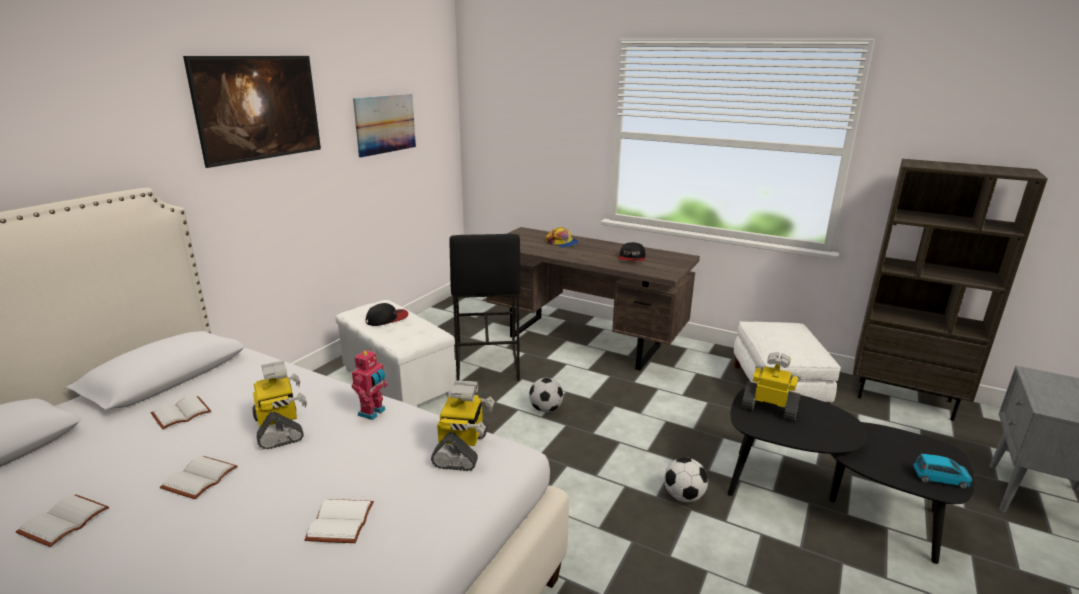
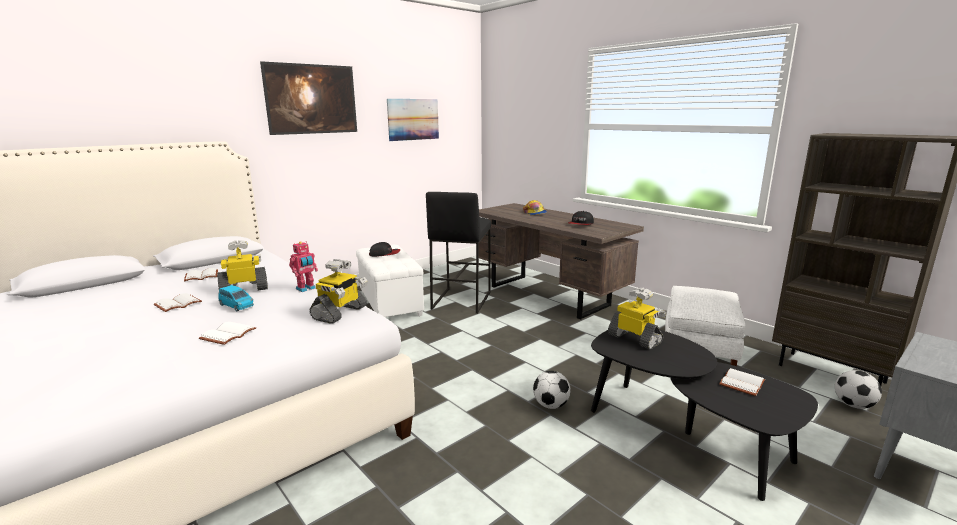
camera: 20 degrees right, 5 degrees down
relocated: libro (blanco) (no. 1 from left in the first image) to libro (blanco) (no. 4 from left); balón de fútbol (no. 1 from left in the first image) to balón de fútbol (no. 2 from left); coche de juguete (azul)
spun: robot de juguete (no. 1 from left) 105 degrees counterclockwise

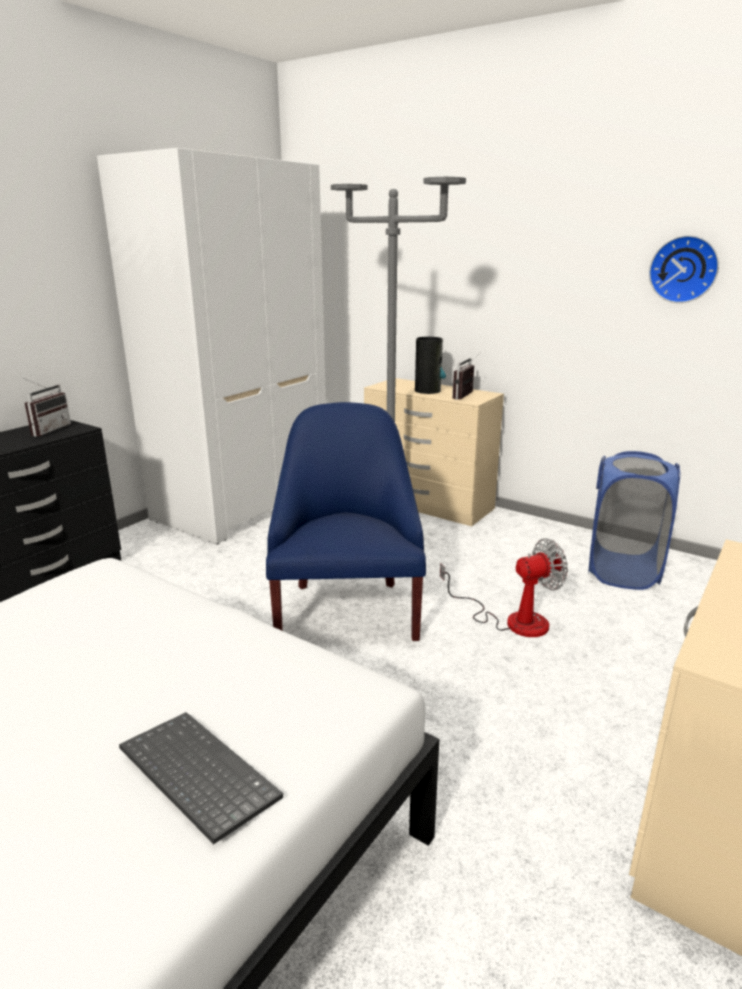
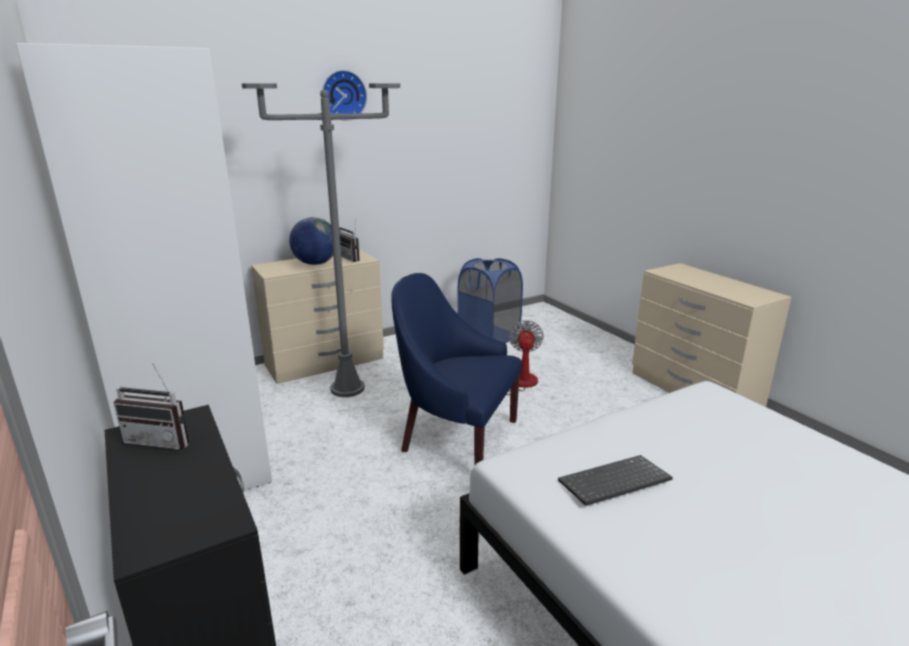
camera: 65 degrees left, 0 degrees up
relocated: teclado; reloj de pared
exchanged: florero to globo terráqueo
spun: radio (no. 1 from left) 150 degrees clockwise

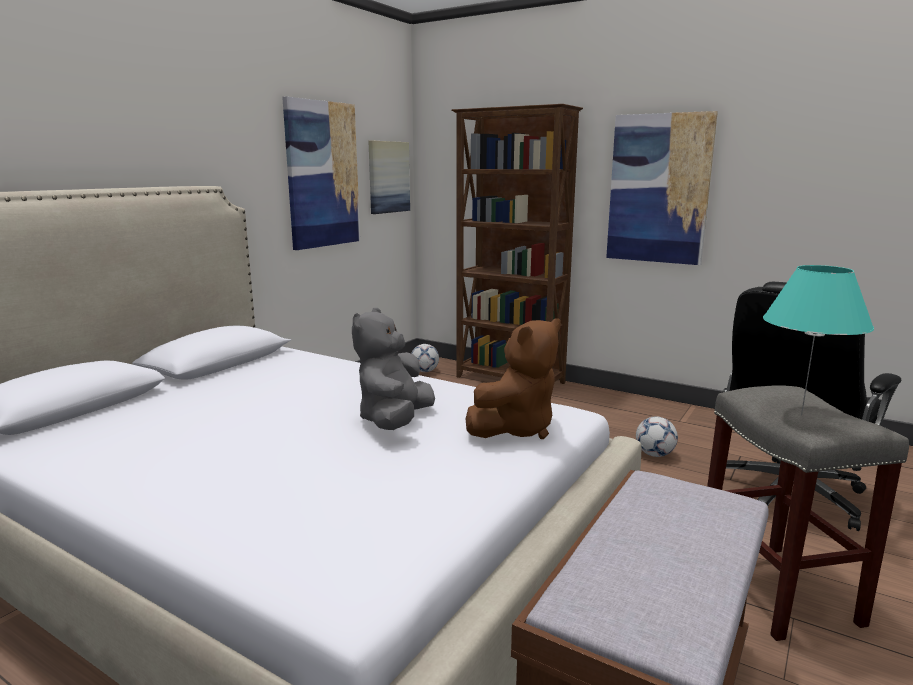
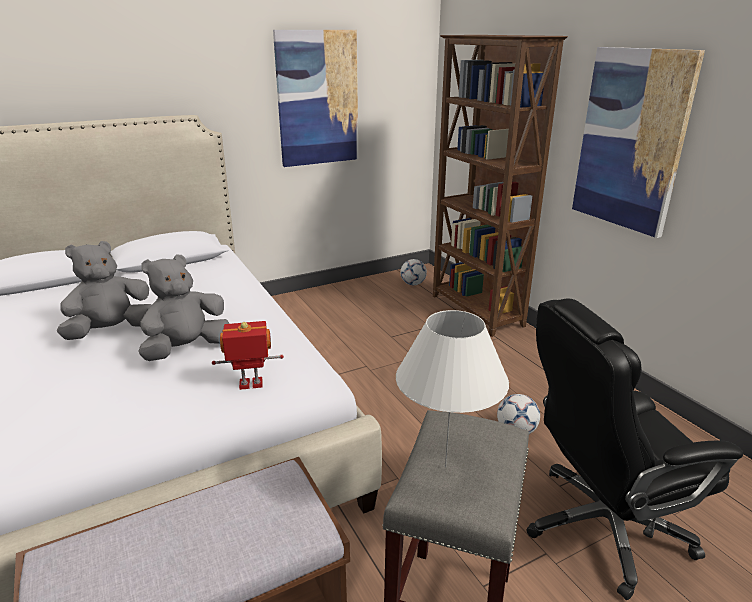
camera: 30 degrees right, 10 degrees up
missing: cuadro (no. 2 from left)
appeared: peluche (gris) (no. 1 from left)
exchanged: peluche (marrón) to robot de juguete
colour: lámpara de mesa (turquesa) to lámpara de mesa (blanco)

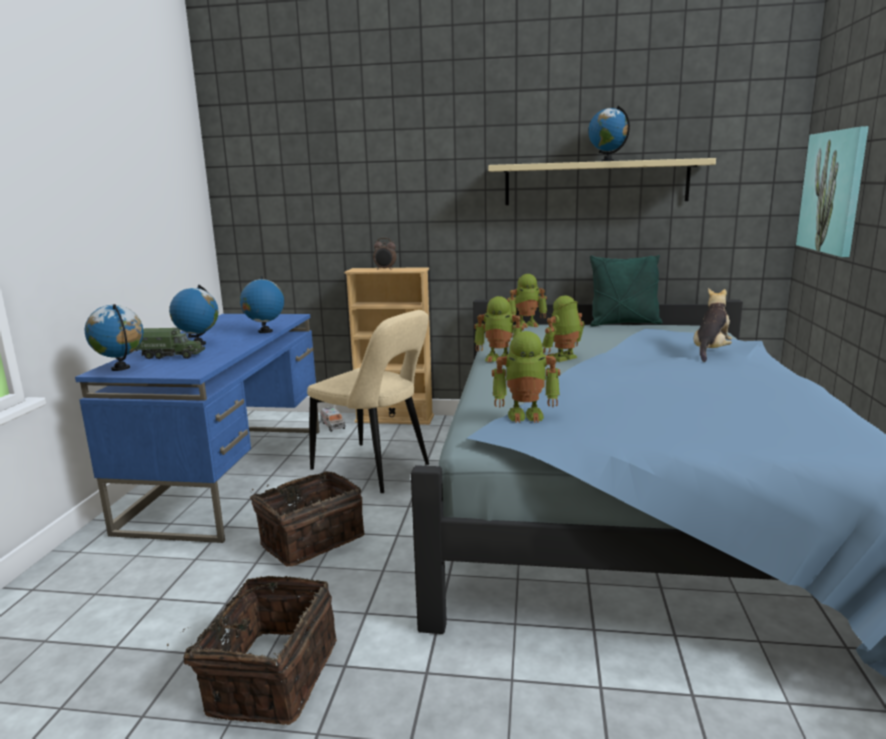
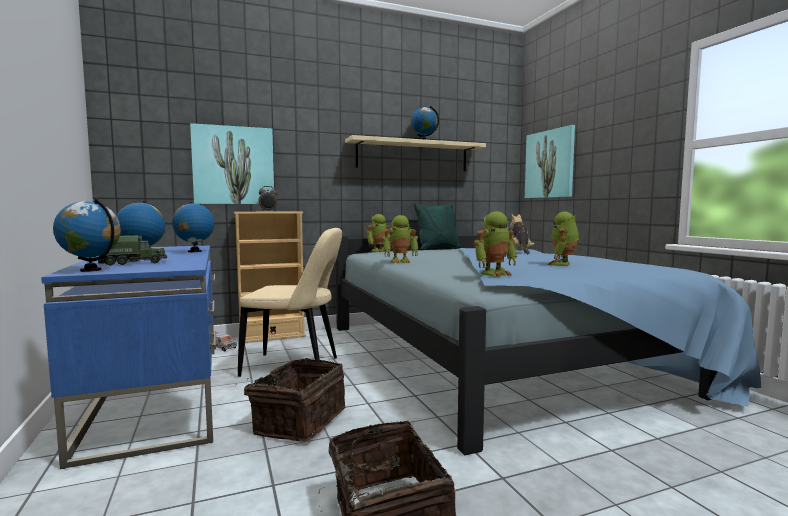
camera: 30 degrees left, 10 degrees down
appeared: cuadro (no. 1 from left)
relocated: robot de juguete (no. 4 from left)

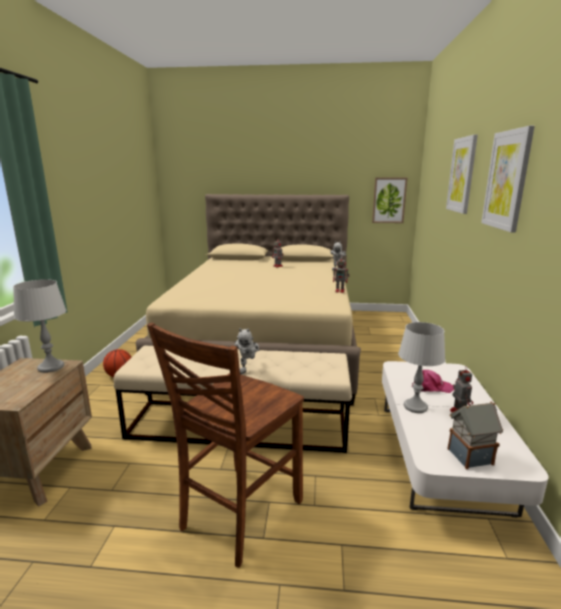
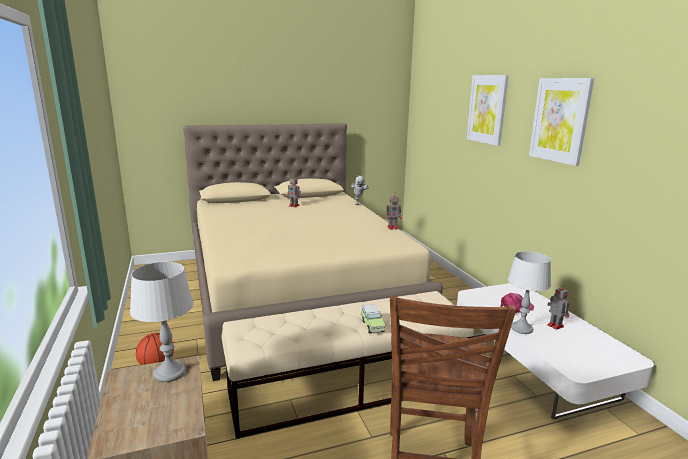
camera: 25 degrees left, 0 degrees up
missing: cuadro (no. 1 from left); casita
exchanged: robot de juguete (no. 1 from left) to coche de juguete

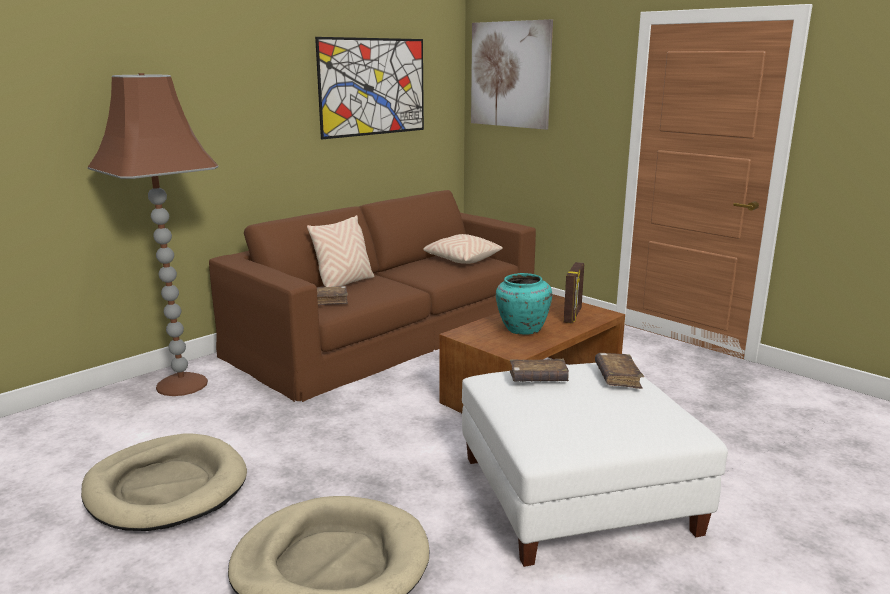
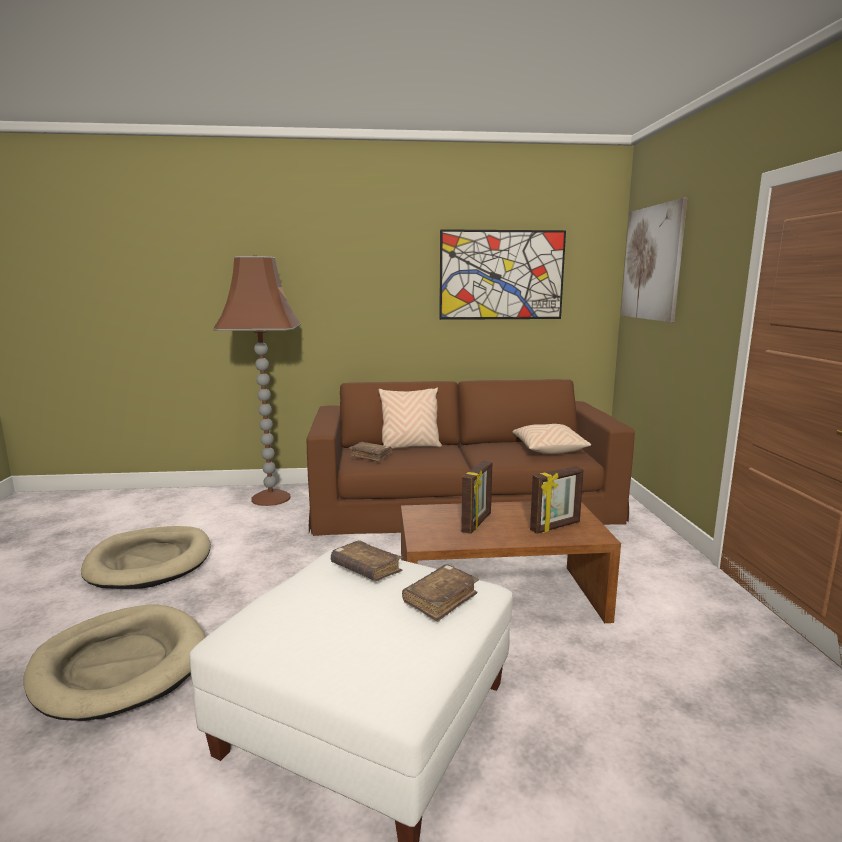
camera: 40 degrees right, 5 degrees down
exchanged: florero (turquesa) to portarretratos (no. 1 from left)

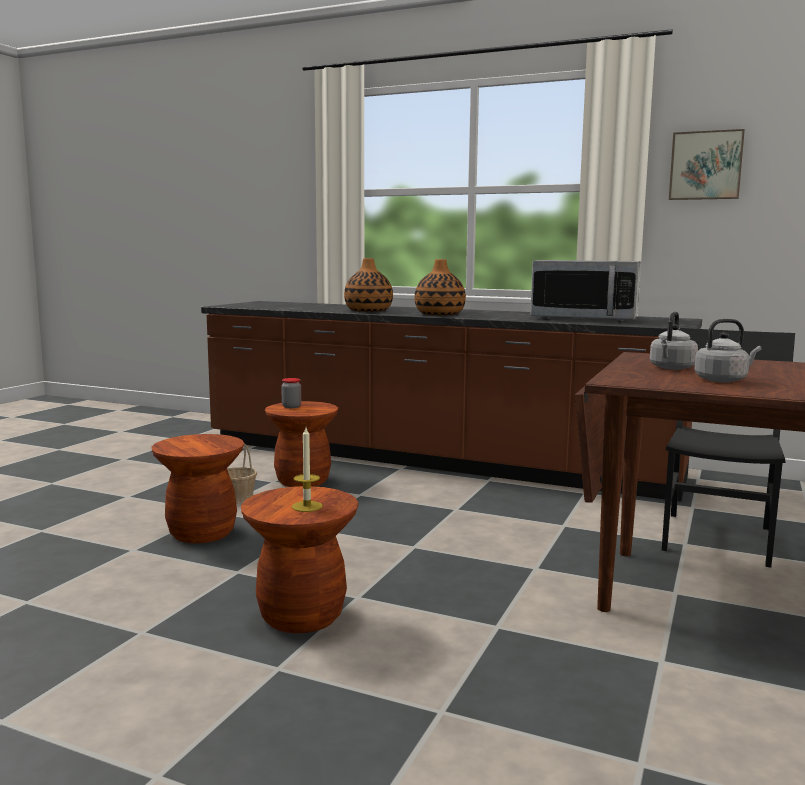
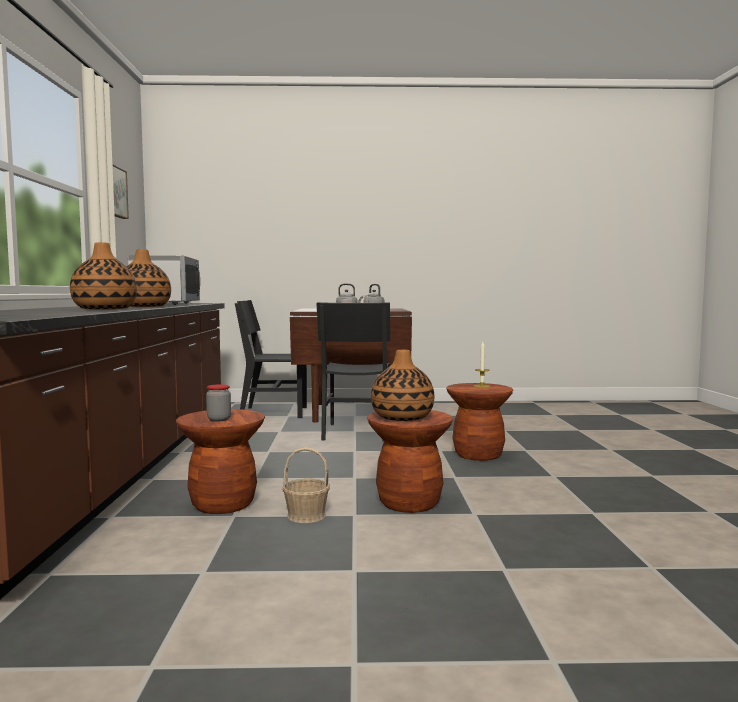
camera: 115 degrees left, 5 degrees down
appeared: silla (negro) (no. 2 from left); florero (no. 3 from left)

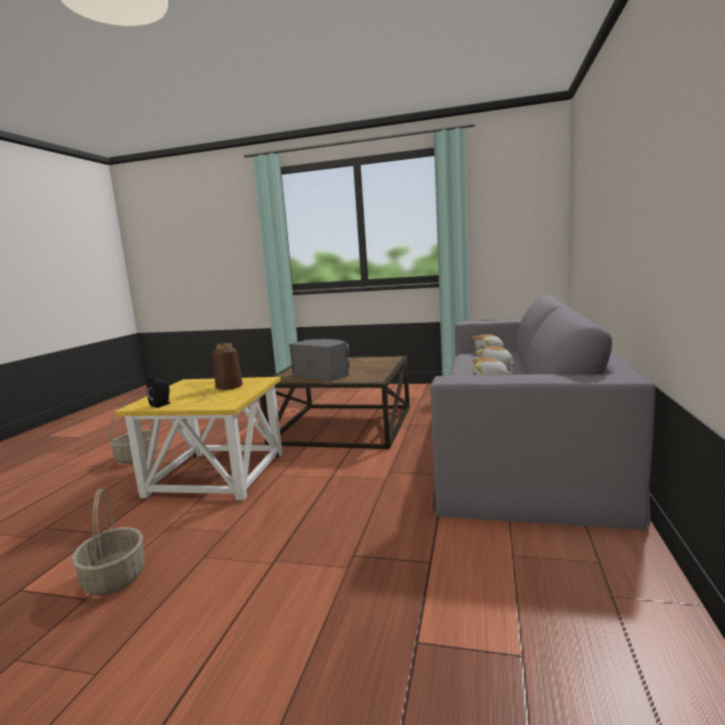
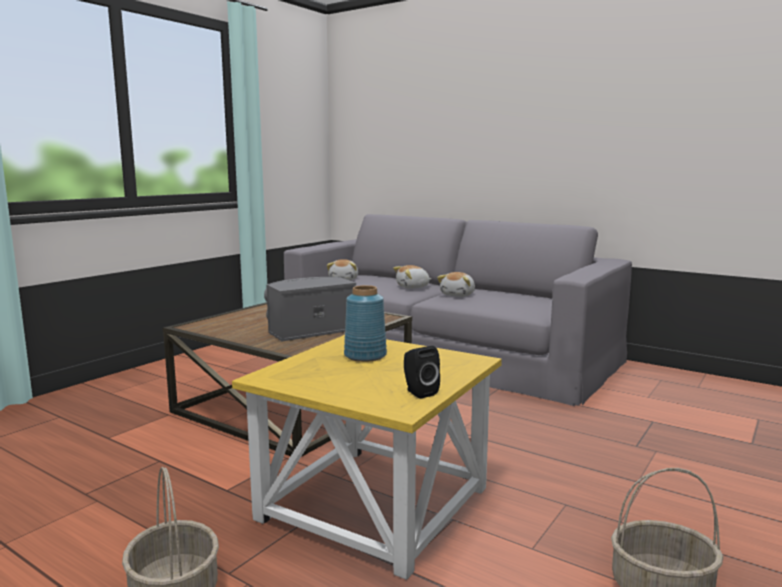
camera: 70 degrees left, 0 degrees up
colour: florero (marrón) to florero (azul)

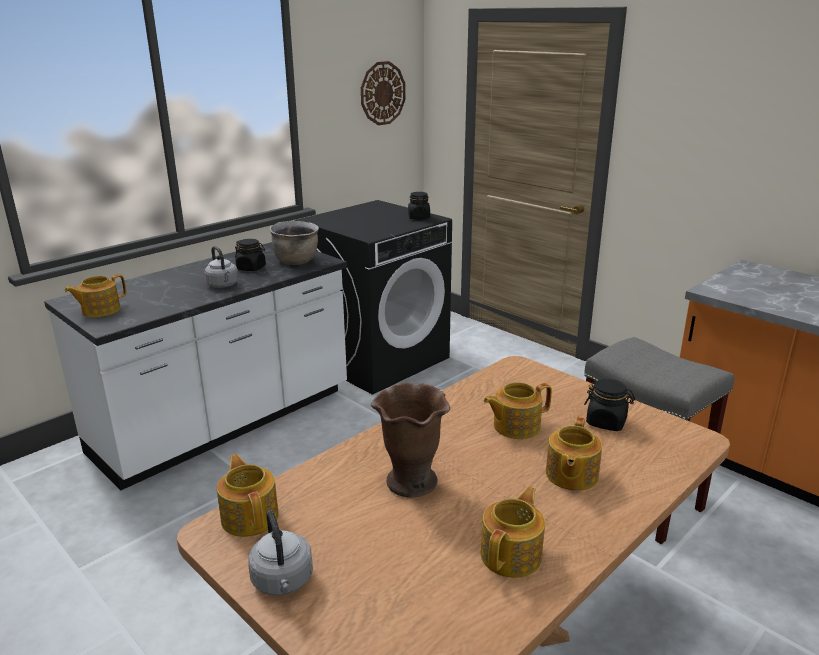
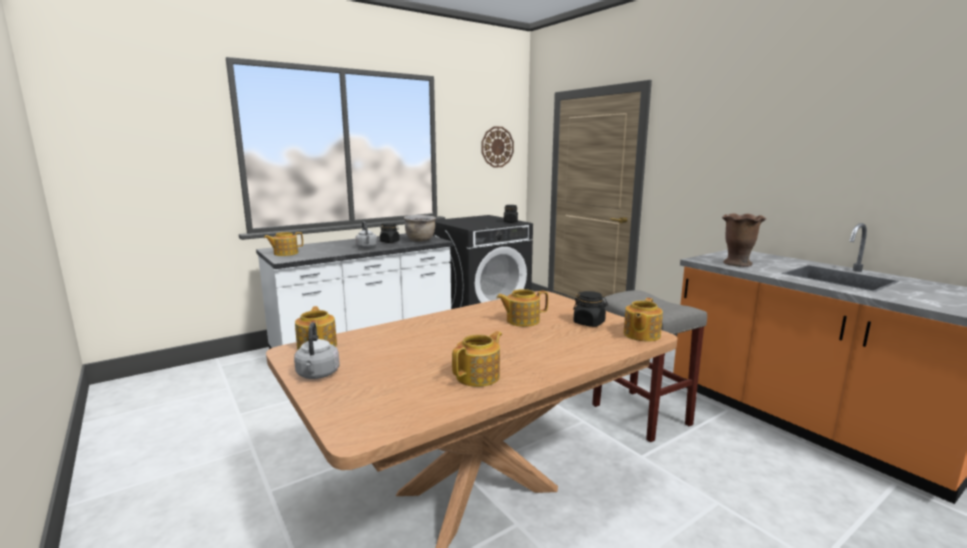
camera: 10 degrees right, 10 degrees down
relocated: florero (marrón); tetera (no. 5 from left)

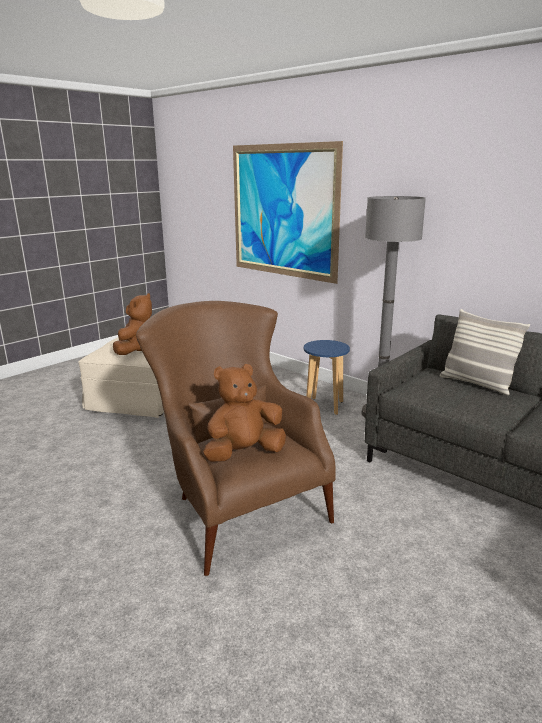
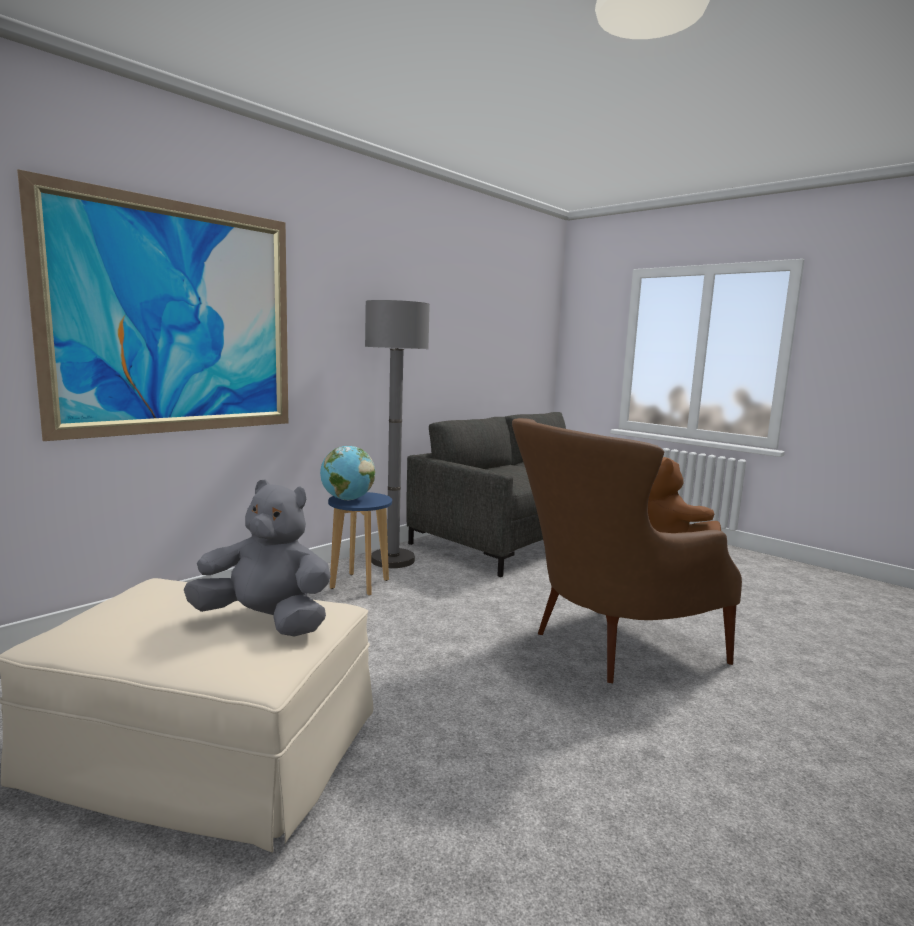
camera: 90 degrees left, 10 degrees down
missing: cojín
appeared: globo terráqueo
colour: peluche (marrón) (no. 1 from left) to peluche (gris)

